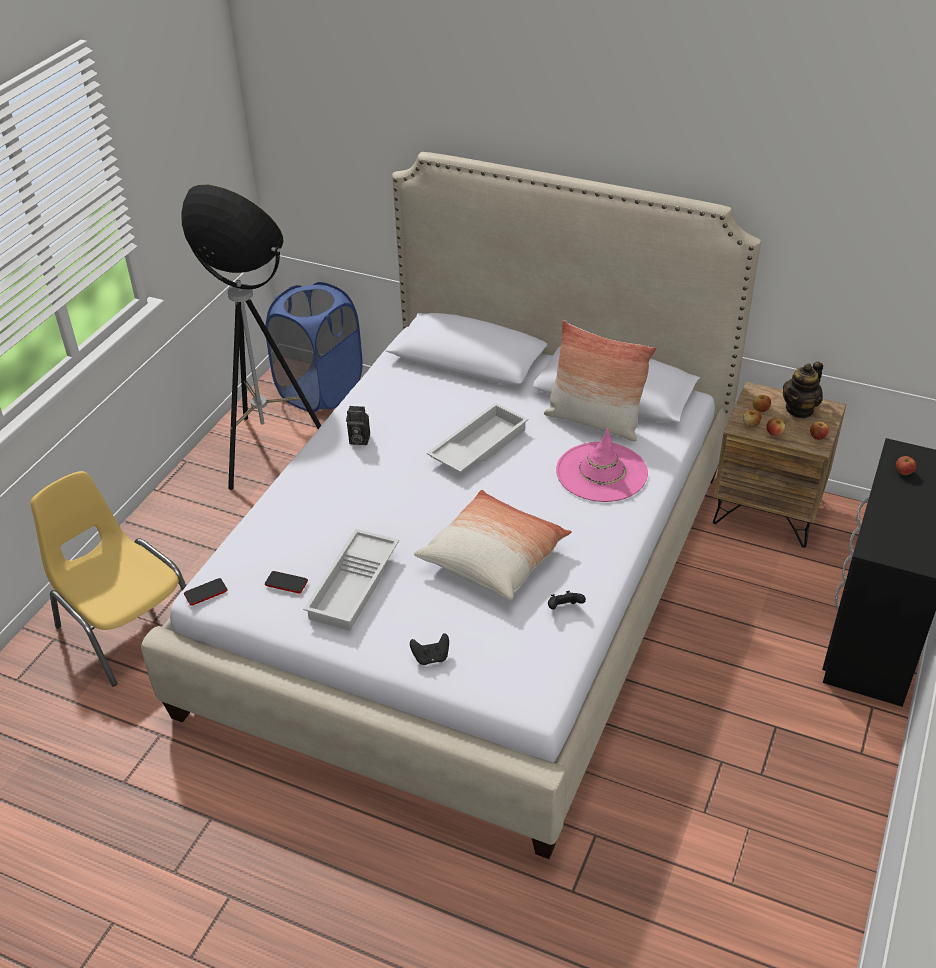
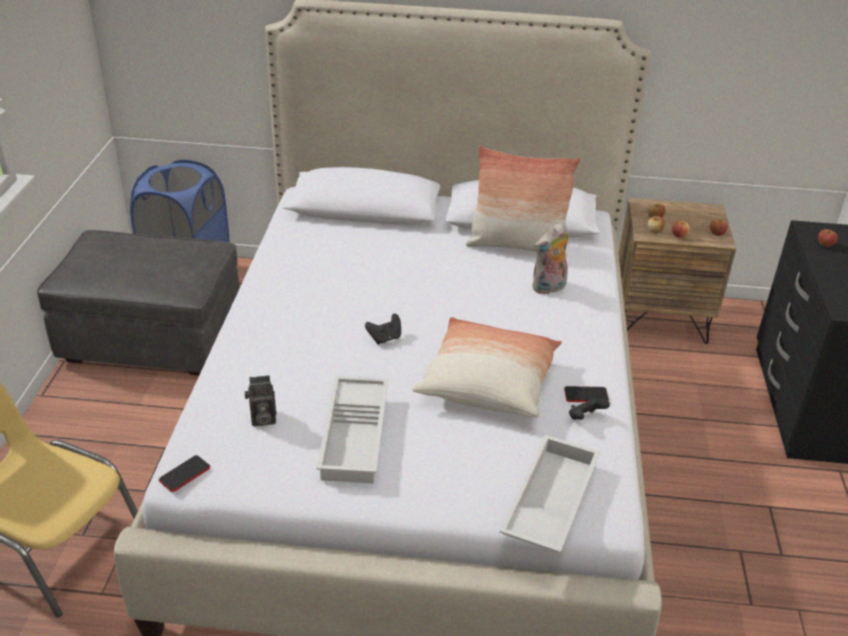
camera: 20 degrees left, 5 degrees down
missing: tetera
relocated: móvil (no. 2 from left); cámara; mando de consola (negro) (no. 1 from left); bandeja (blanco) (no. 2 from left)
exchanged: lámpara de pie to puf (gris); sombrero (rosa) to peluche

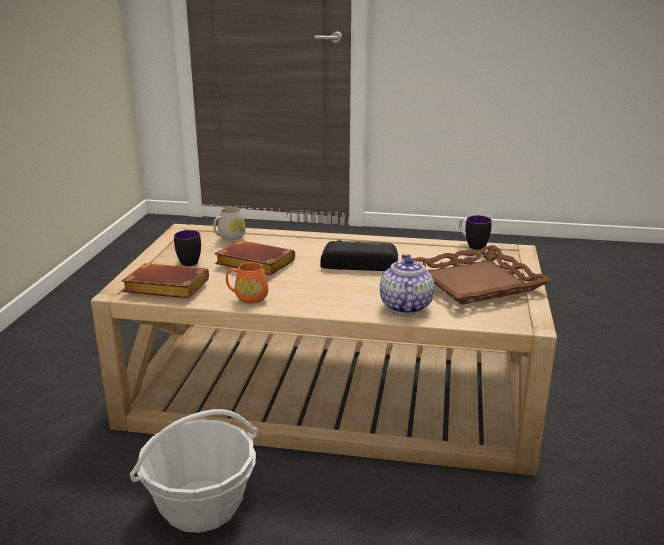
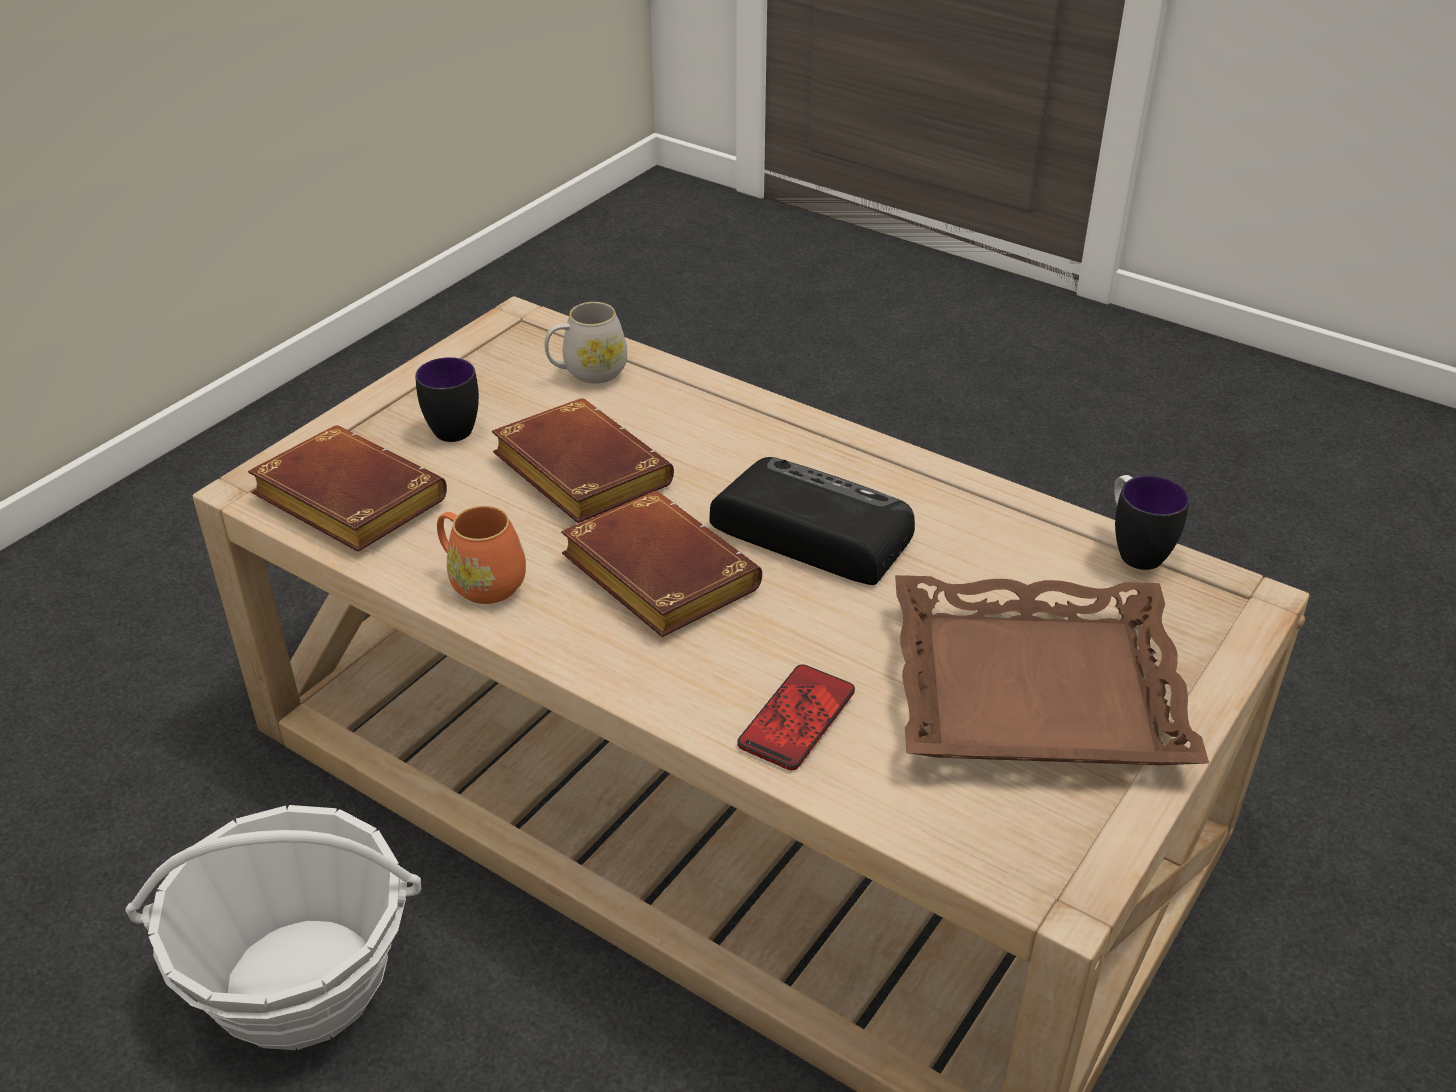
camera: 25 degrees right, 15 degrees up
appeared: libro (marrón) (no. 3 from left)
exchanged: tetera to móvil

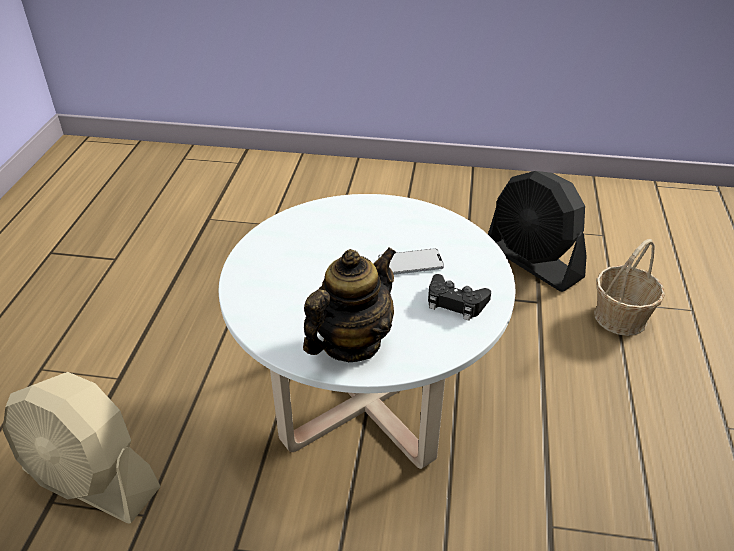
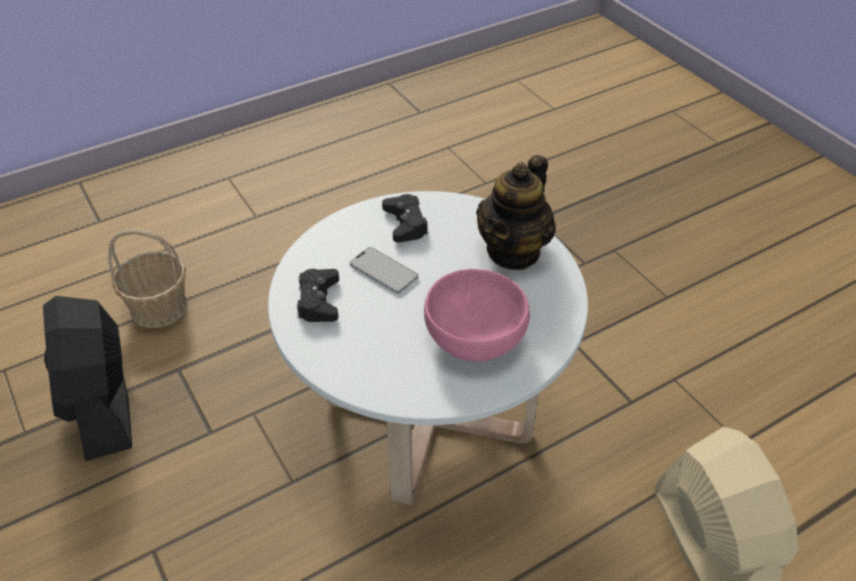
camera: 130 degrees left, 5 degrees up
appeared: mando de consola (negro) (no. 1 from left); cuenco (rosa)
spun: tetera 60 degrees counterclockwise; ventilador (negro) 150 degrees clockwise

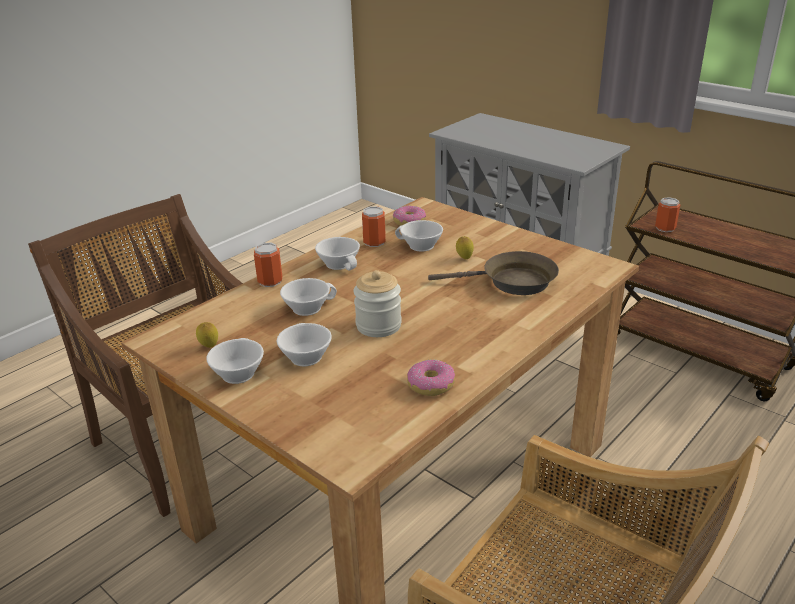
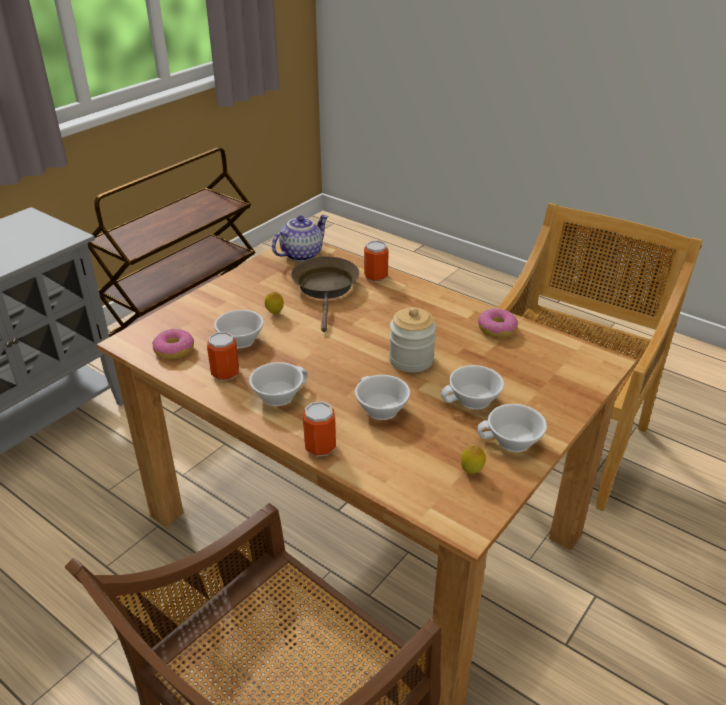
camera: 95 degrees left, 5 degrees up
appeared: tetera
relocated: lata (no. 3 from left)

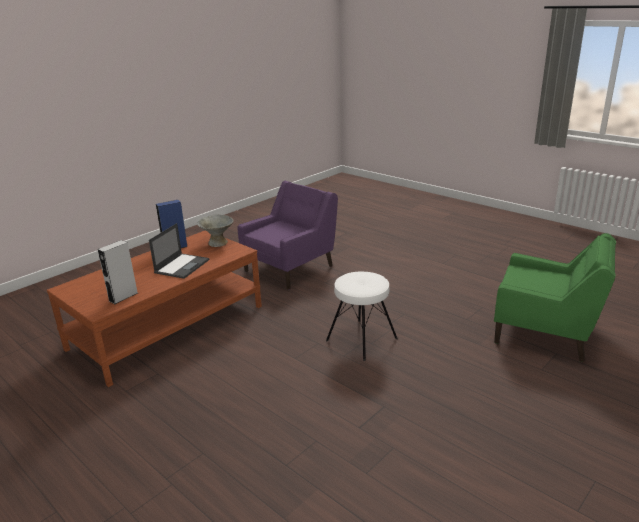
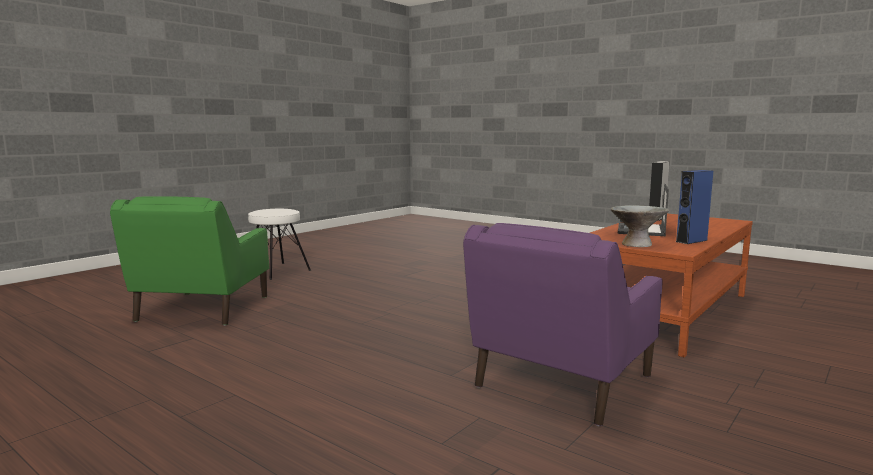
camera: 175 degrees right, 15 degrees down
relocated: taburete (blanco)
spun: sillón (verde) 105 degrees counterclockwise

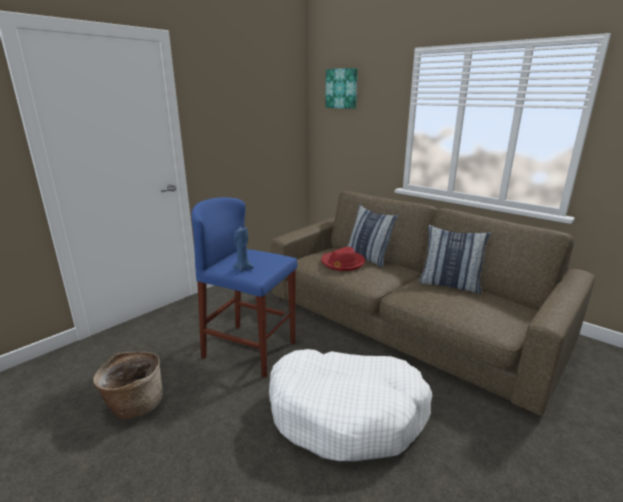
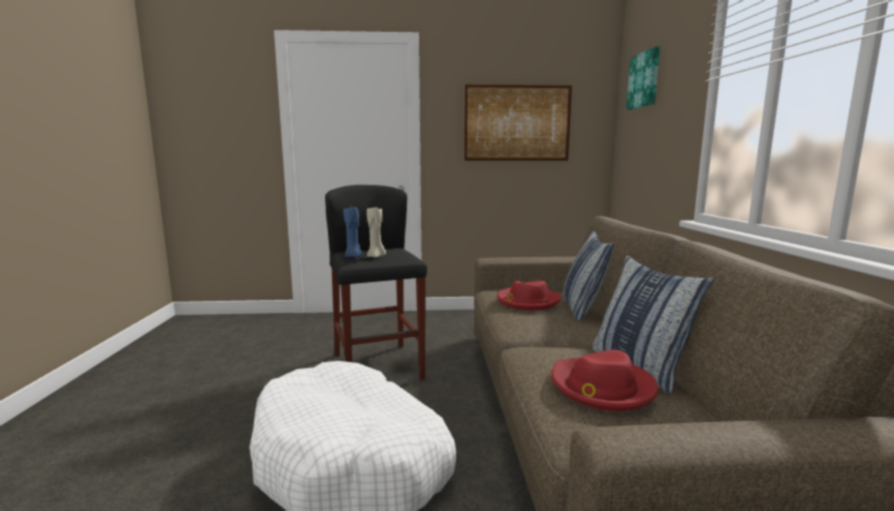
camera: 45 degrees right, 10 degrees down
missing: cesta
appeared: vela (beis); cuadro (no. 1 from left); sombrero (rojo) (no. 2 from left)
colour: taburete (azul) to taburete (negro)

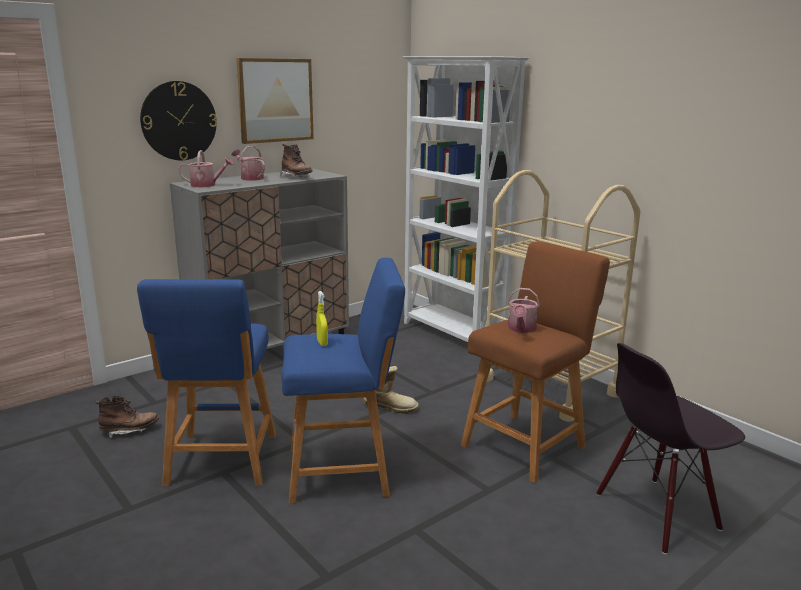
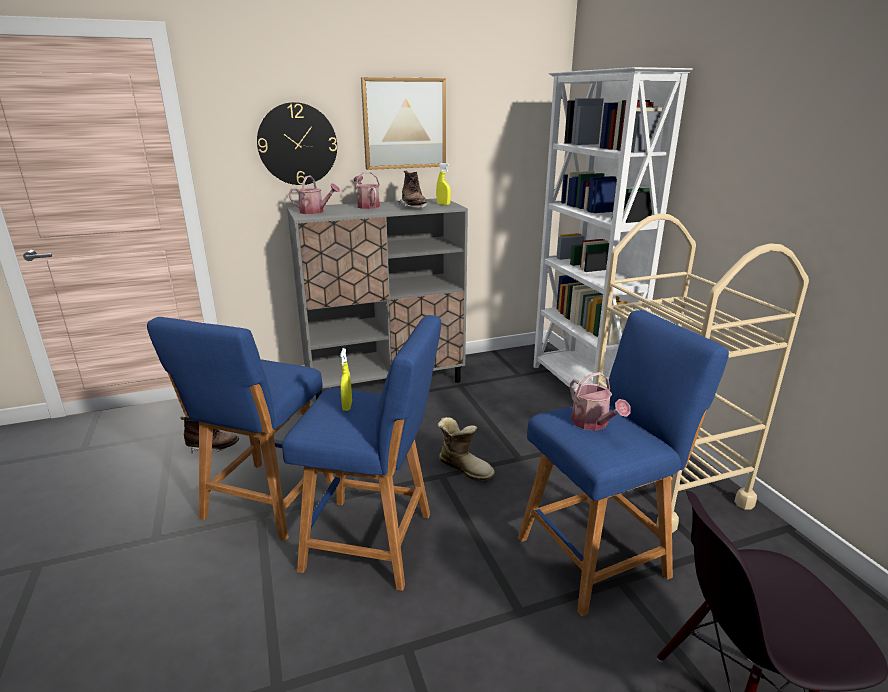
camera: 20 degrees right, 5 degrees up
appeared: pulverizador (amarillo) (no. 2 from left)
colour: taburete (marrón) to taburete (azul) (no. 3 from left)
spun: regadera (no. 3 from left) 60 degrees counterclockwise

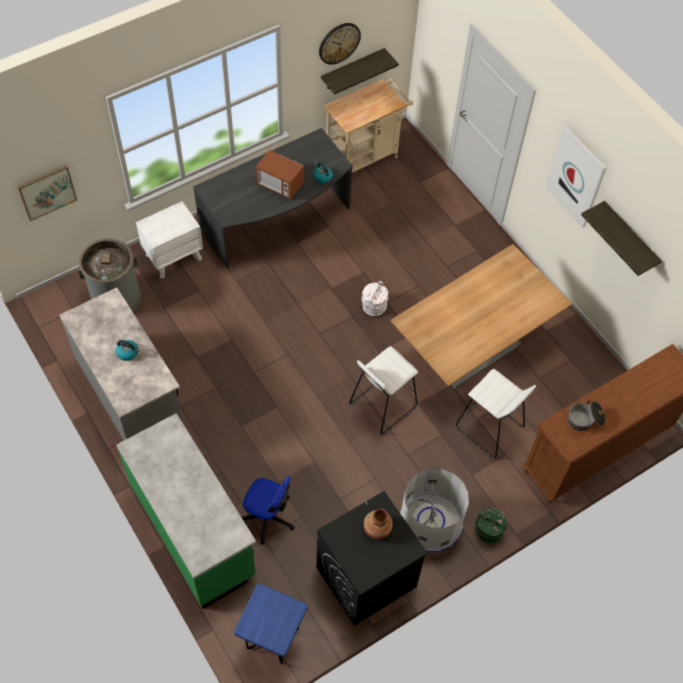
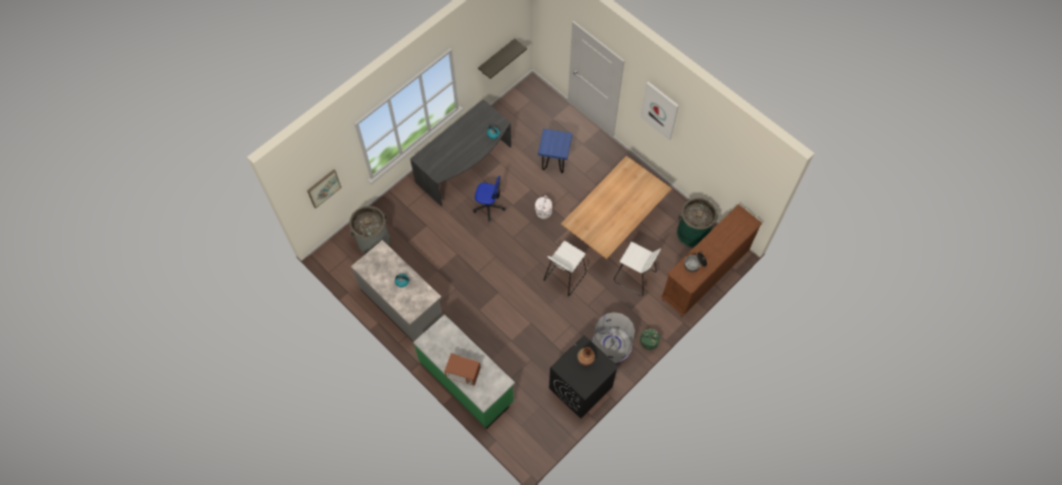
camera: 10 degrees left, 5 degrees up
missing: mesita de noche (blanco); reloj de pared; carrito (beis); estante (no. 2 from left)
appeared: papelera (verde)
relocated: taburete (azul); silla de oficina; microondas

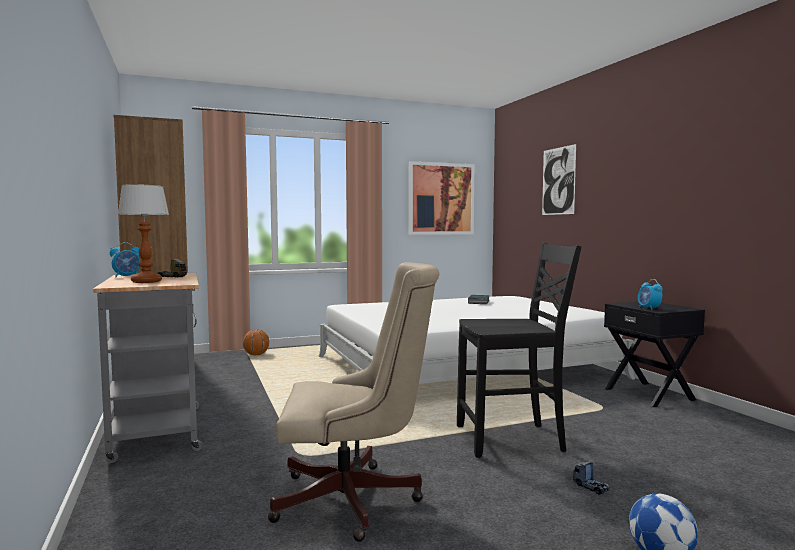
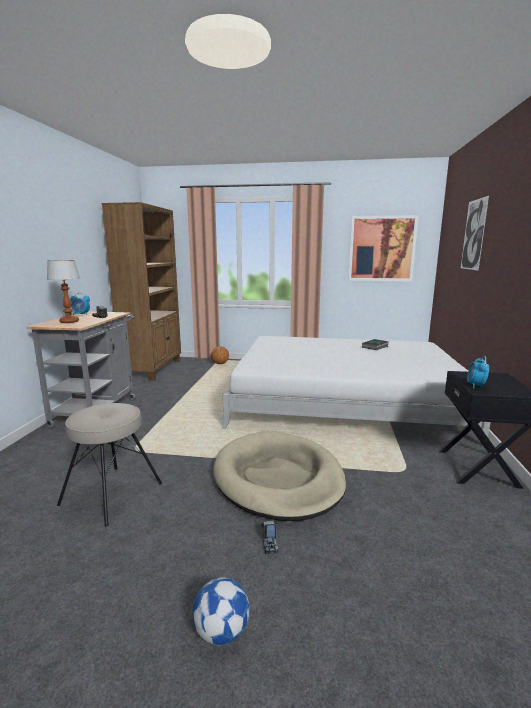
camera: 30 degrees right, 10 degrees up
exchanged: silla de oficina (beis) to taburete (beis); silla (negro) to cama para perro (beis)

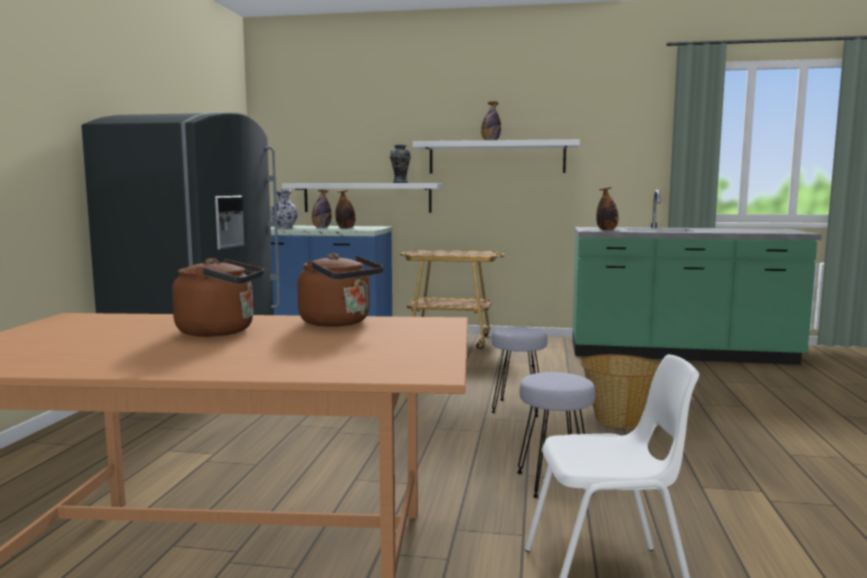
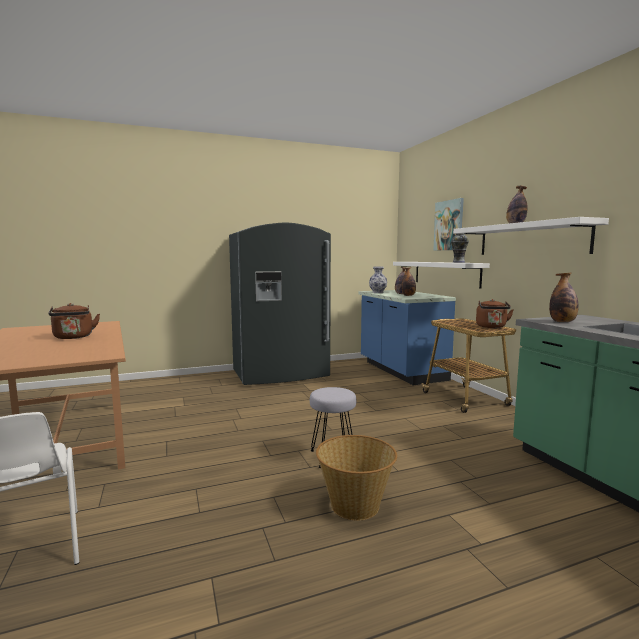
camera: 60 degrees right, 0 degrees up
missing: taburete (gris) (no. 2 from left)
appeared: cuadro
relocated: hervidor (marrón) (no. 2 from left)

